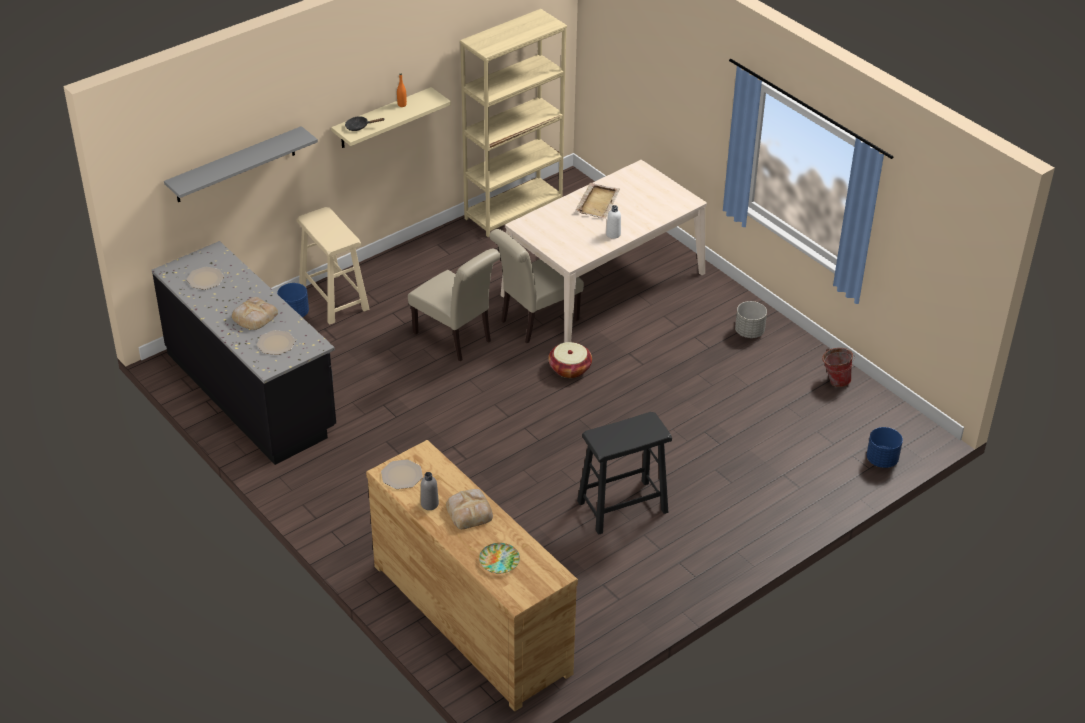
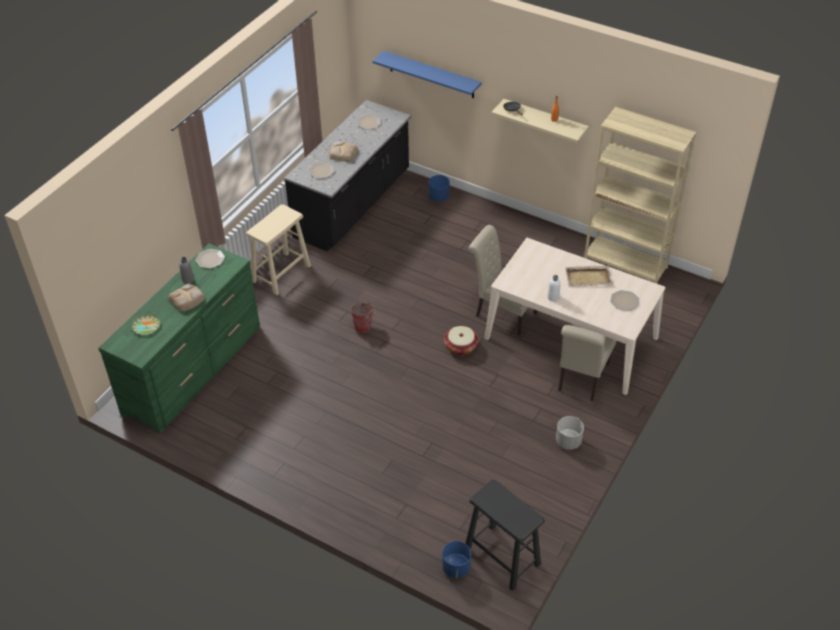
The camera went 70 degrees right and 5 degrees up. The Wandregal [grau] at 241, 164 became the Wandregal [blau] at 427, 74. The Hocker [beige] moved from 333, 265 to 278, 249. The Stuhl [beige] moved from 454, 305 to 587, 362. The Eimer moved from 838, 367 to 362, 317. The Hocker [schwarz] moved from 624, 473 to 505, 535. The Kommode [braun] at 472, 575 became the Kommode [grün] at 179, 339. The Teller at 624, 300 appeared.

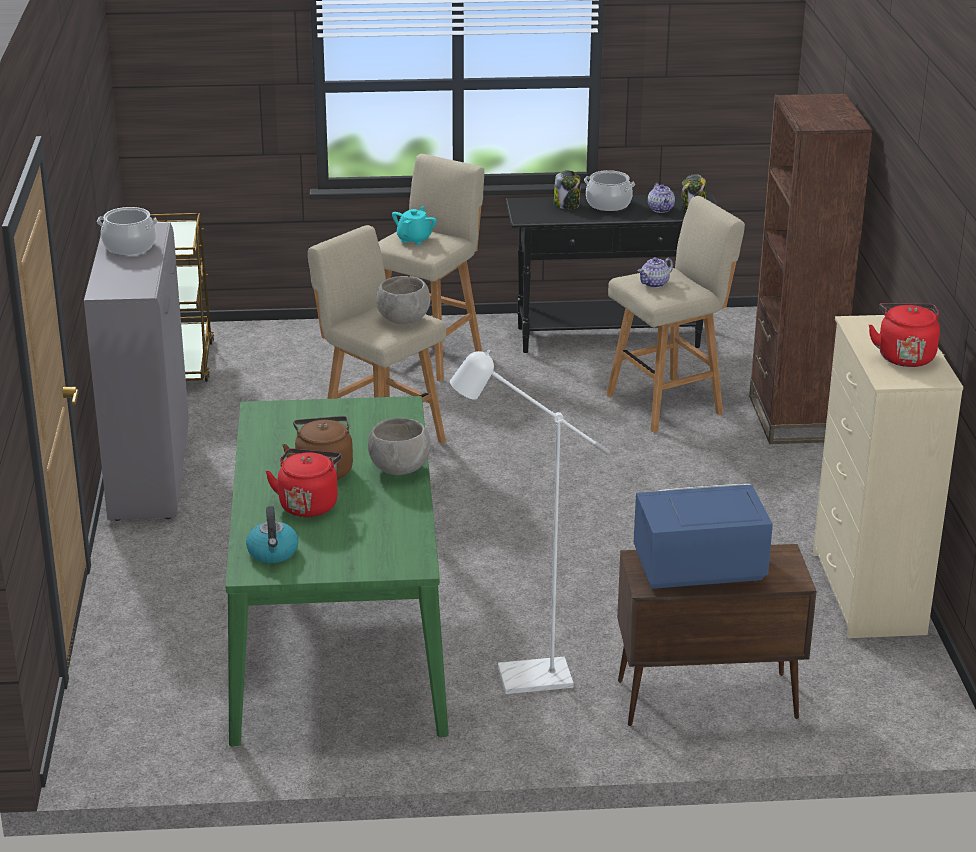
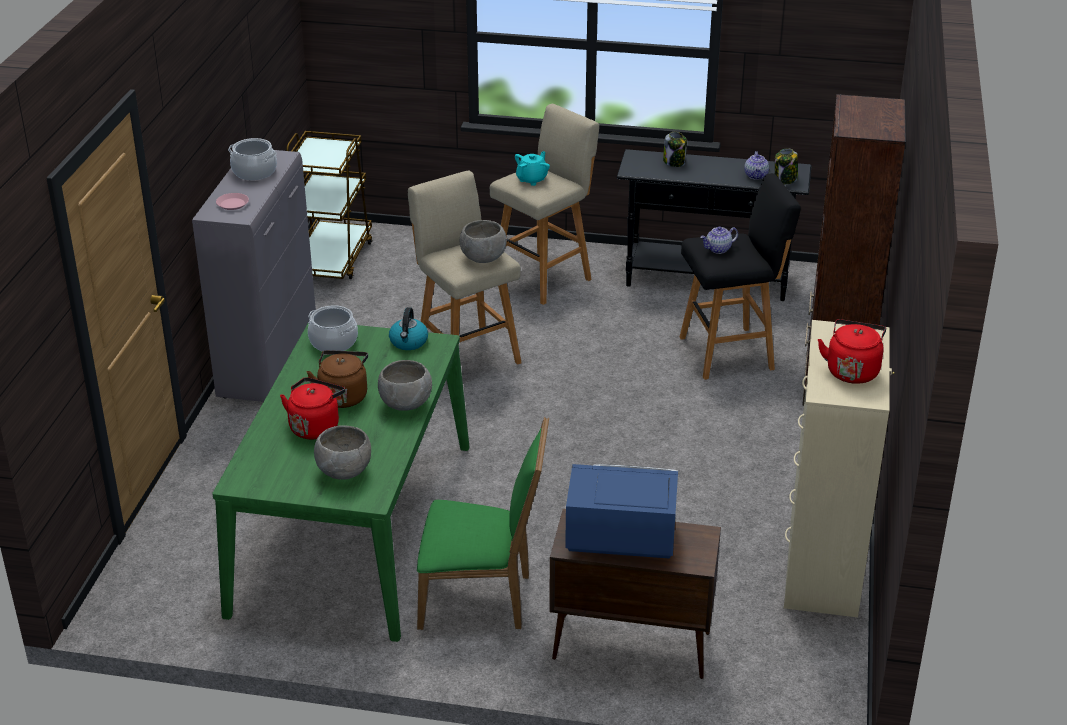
The camera went 15 degrees right and 5 degrees up. The Kochtopf moved from 609, 190 to 333, 328. The Hocker [beige] at 675, 314 became the Hocker [schwarz] at 740, 276. The Stehlampe [weiß] at 530, 521 was replaced by the Stuhl [grün] at 483, 523. The Wasserkessel moved from 272, 534 to 408, 328. The Teller [rosa] at 232, 201 appeared. The Schüssel [grau] at 342, 452 appeared.

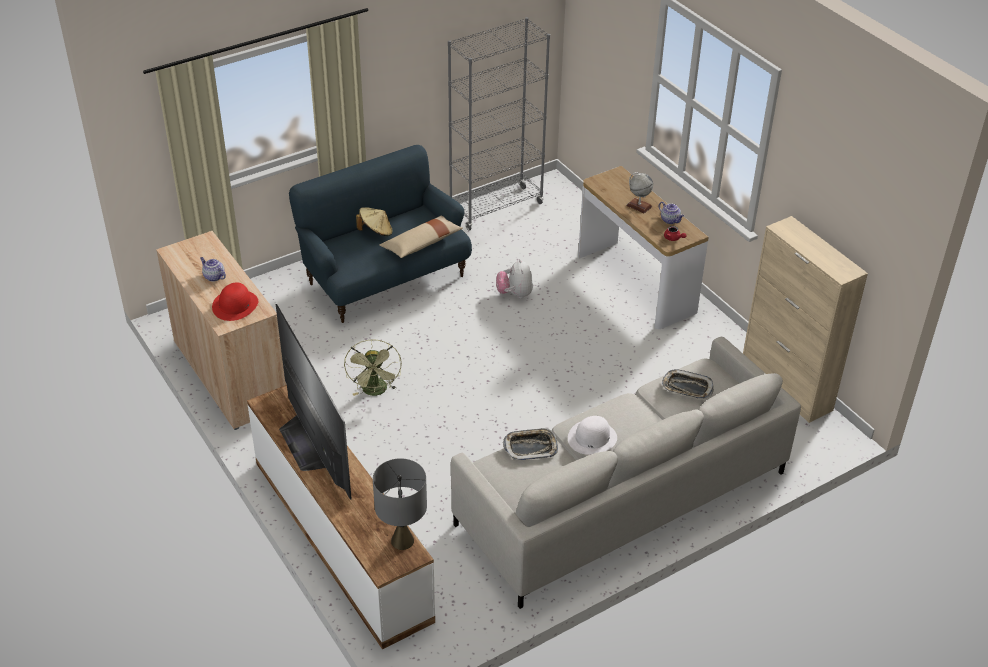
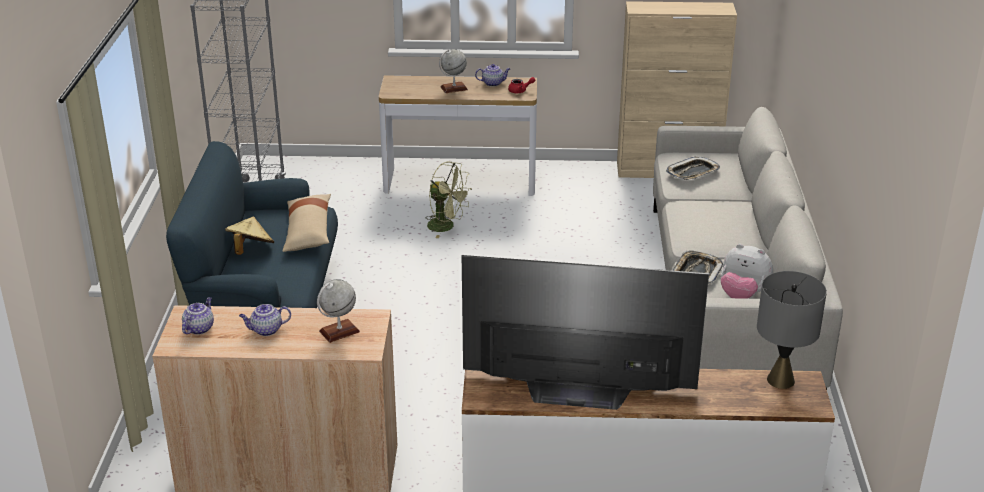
The camera went 55 degrees left and 10 degrees down. The Plüschtier moved from 514, 278 to 747, 271. The Hut [rot] at 235, 301 was replaced by the Globus at 338, 311. The Ventilator [grün] moved from 373, 367 to 449, 199. The Hut [weiß] at 592, 435 disappeared. The Teekanne at 198, 316 appeared.

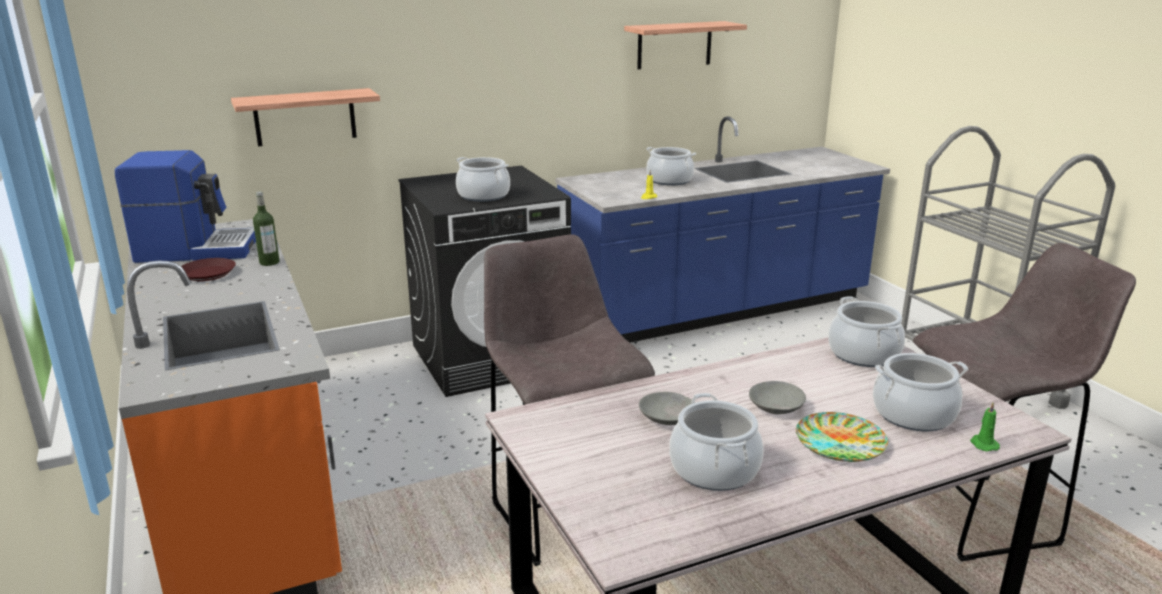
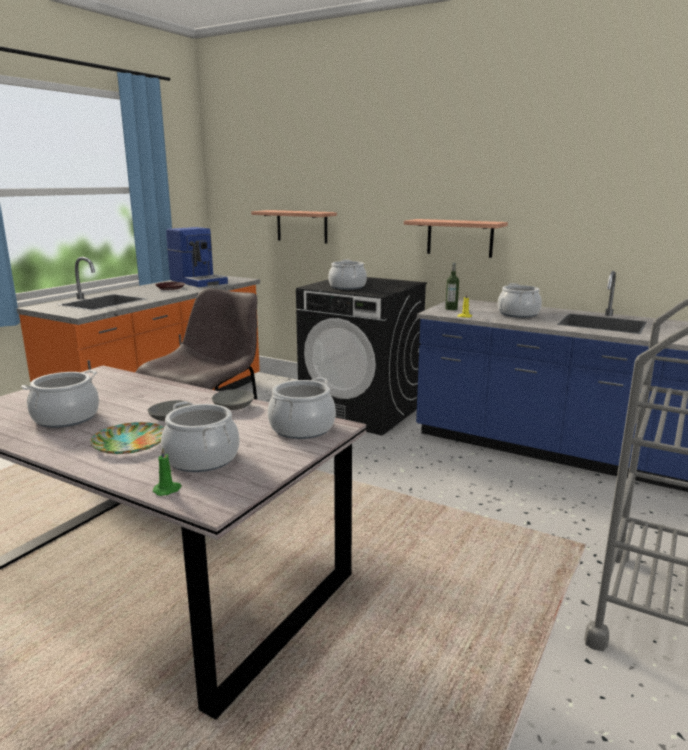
The camera went 55 degrees right and 5 degrees down. The Wandregal moved from 685, 45 to 456, 238. The Flasche moved from 266, 228 to 452, 286. The Hocker [grau] at 1024, 402 disappeared. The Schüssel [grau] moved from 665, 408 to 233, 399.

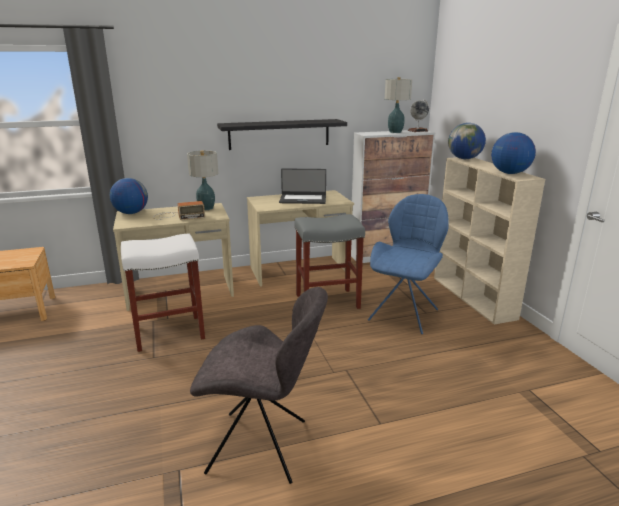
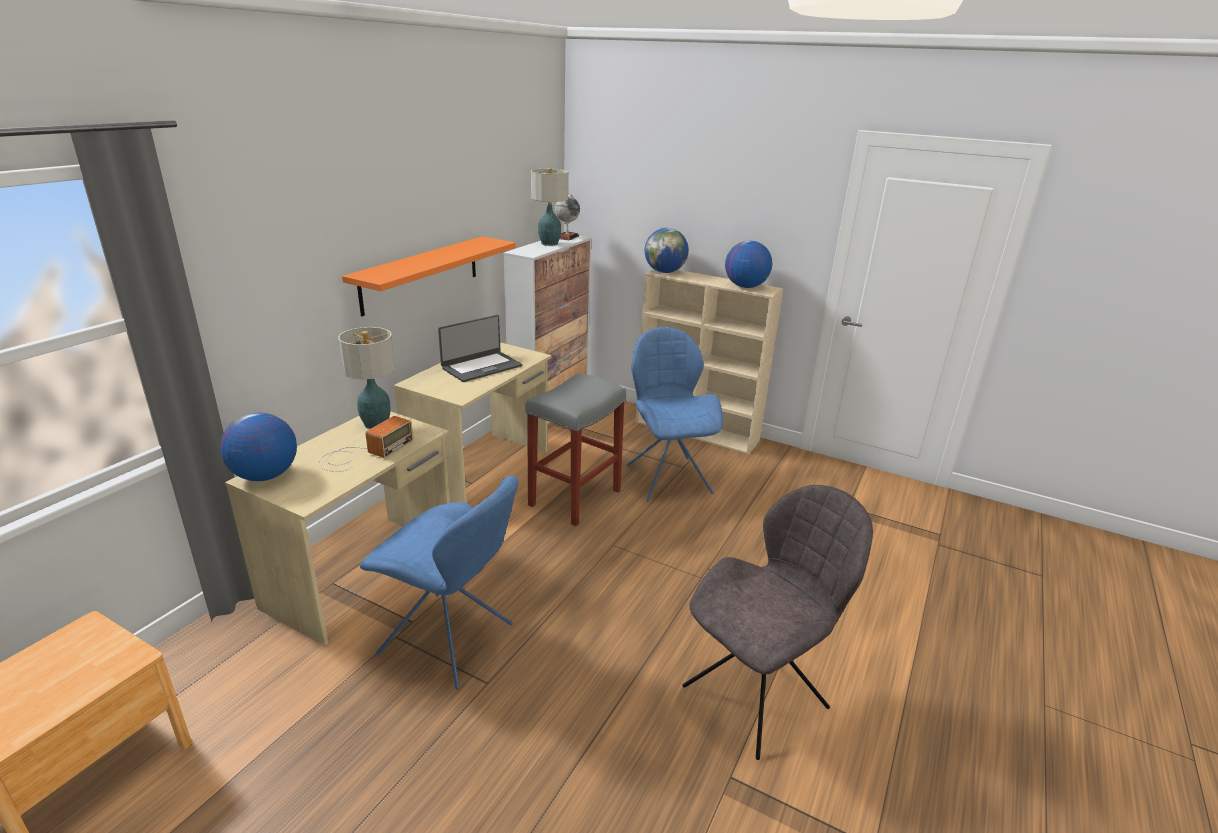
The camera went 45 degrees left and 5 degrees up. The Wandregal [schwarz] at 282, 134 became the Wandregal [orange] at 429, 276. The Hocker [weiß] at 163, 293 was replaced by the Stuhl [blau] at 439, 582.

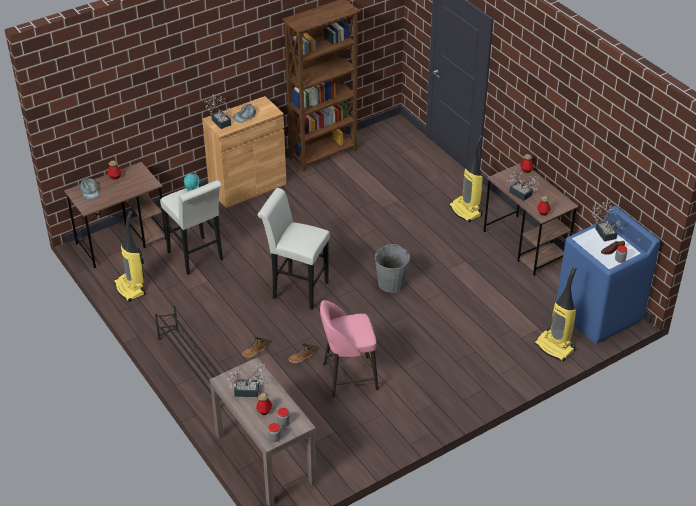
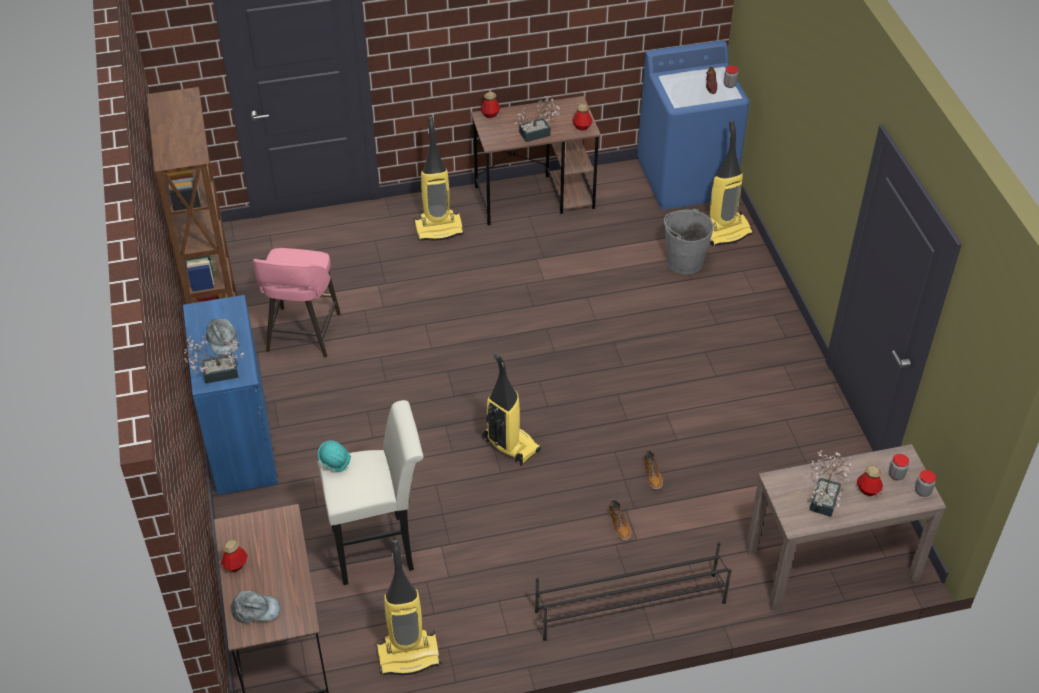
The camera went 70 degrees left and 5 degrees up. The Schrank [braun] at 244, 152 became the Schrank [blau] at 230, 395. The Hocker [weiß] at 293, 249 was replaced by the Staubsauger at 511, 409. The Topfpflanze at 607, 222 disappeared. The Eimer [grau] moved from 392, 268 to 688, 242. The Hocker [rosa] moved from 349, 348 to 297, 302.

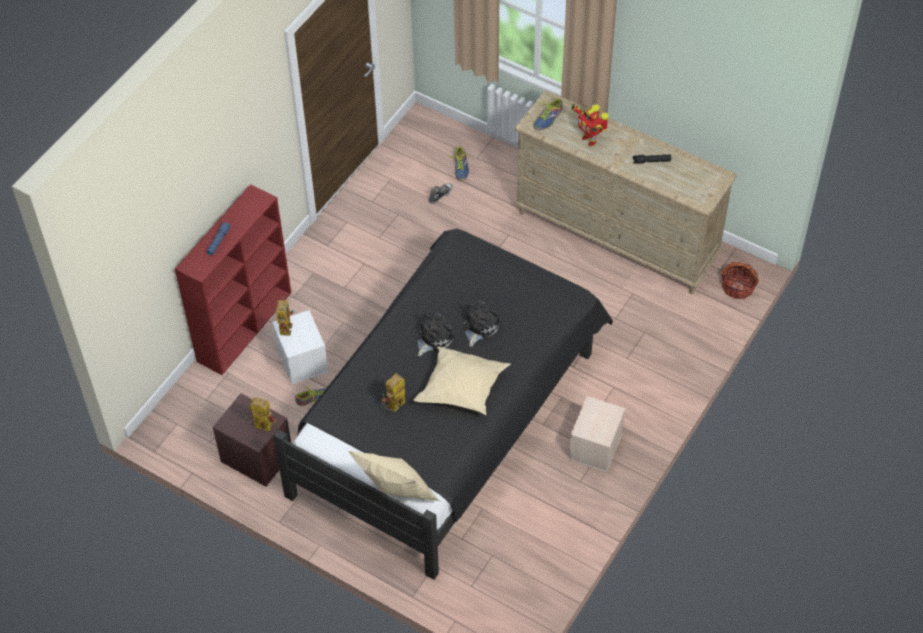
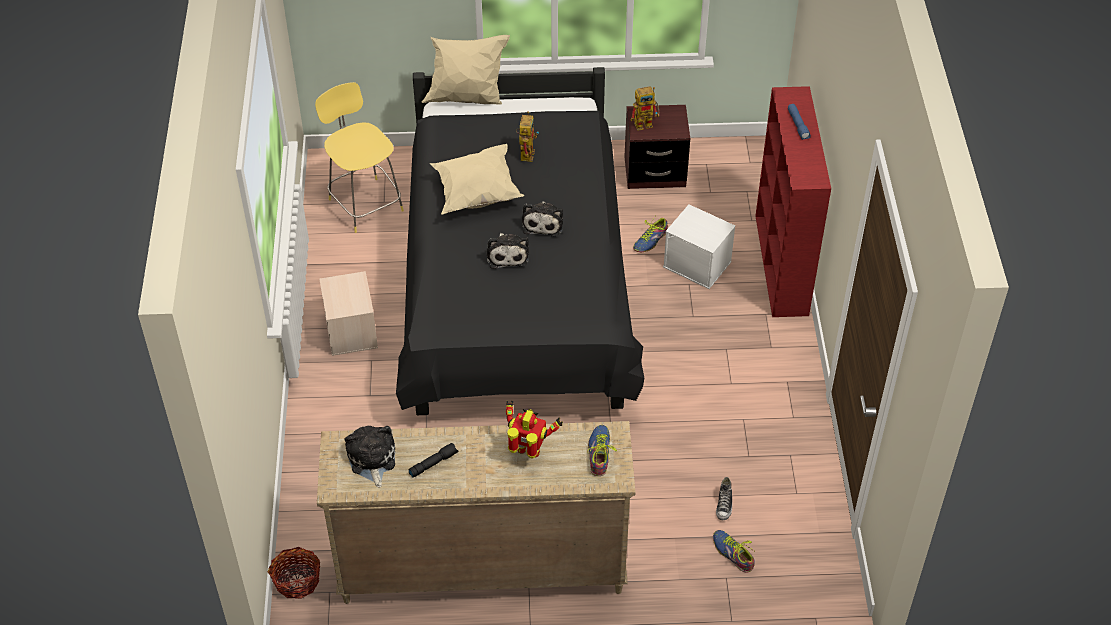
The camera went 145 degrees right and 5 degrees down. The Spielzeugroboter at 284, 316 disappeared. The Hocker [gelb] at 359, 157 appeared. The Plüschtier at 369, 457 appeared.

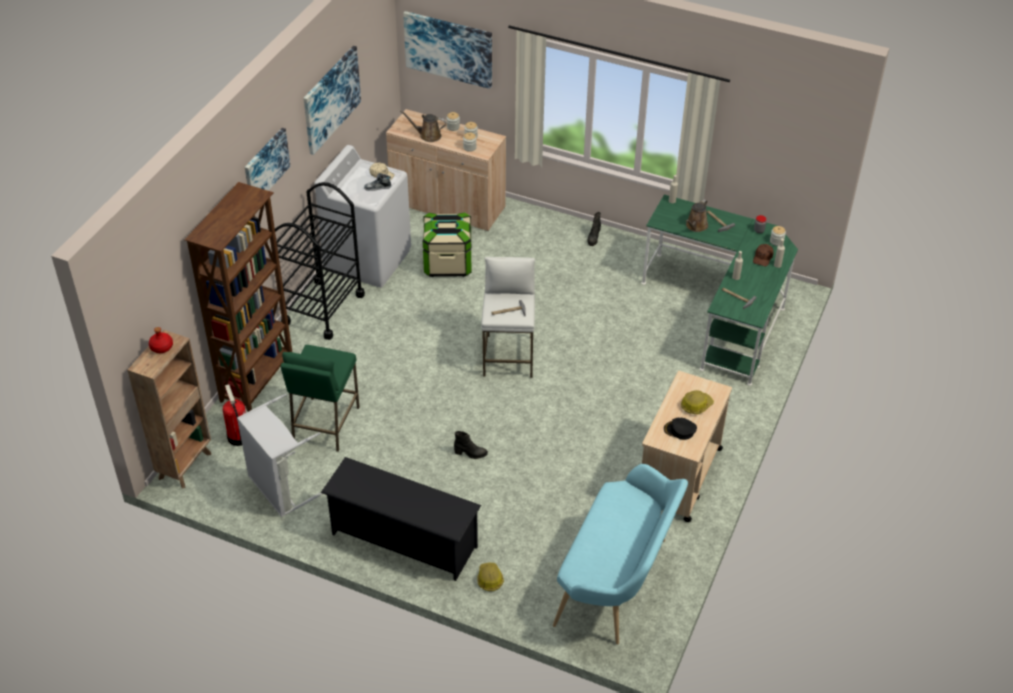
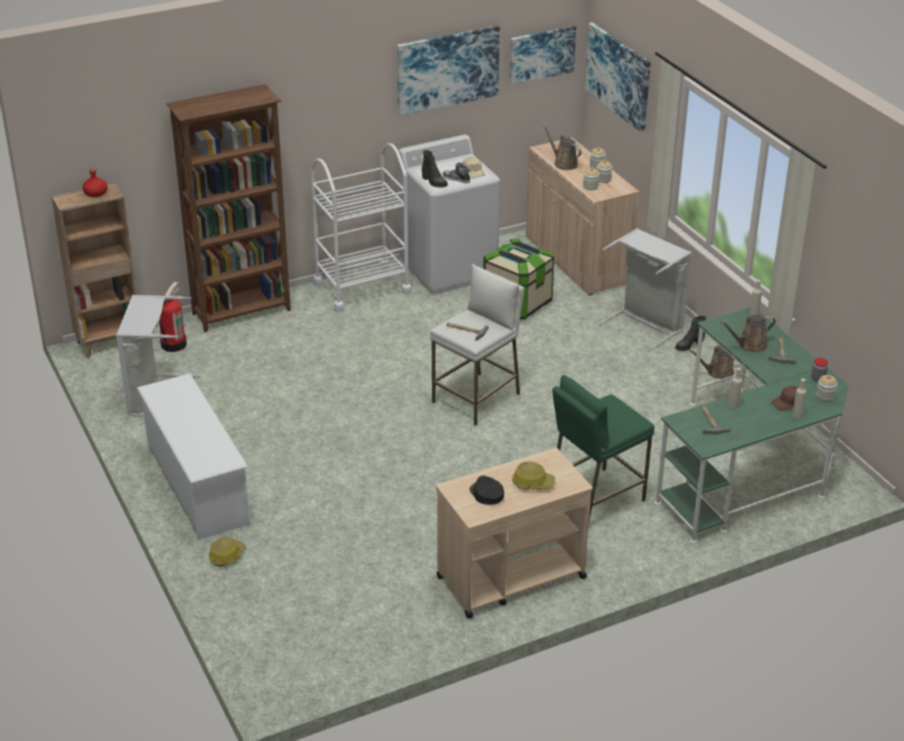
The camera went 40 degrees right and 10 degrees down. The Bild moved from 267, 159 to 542, 55. The Rollwagen [schwarz] at 320, 261 became the Rollwagen [weiß] at 361, 227. The Hocker [grün] moved from 320, 398 to 603, 448. The Stiefel [schwarz] moved from 471, 445 to 435, 168. The Schuhregal [schwarz] at 401, 519 became the Schuhregal [weiß] at 193, 457. The Bank [türkis] at 620, 554 disappeared. The Wäschekorb [grau] at 644, 289 appeared. The Gießkanne [braun] at 712, 362 appeared.

